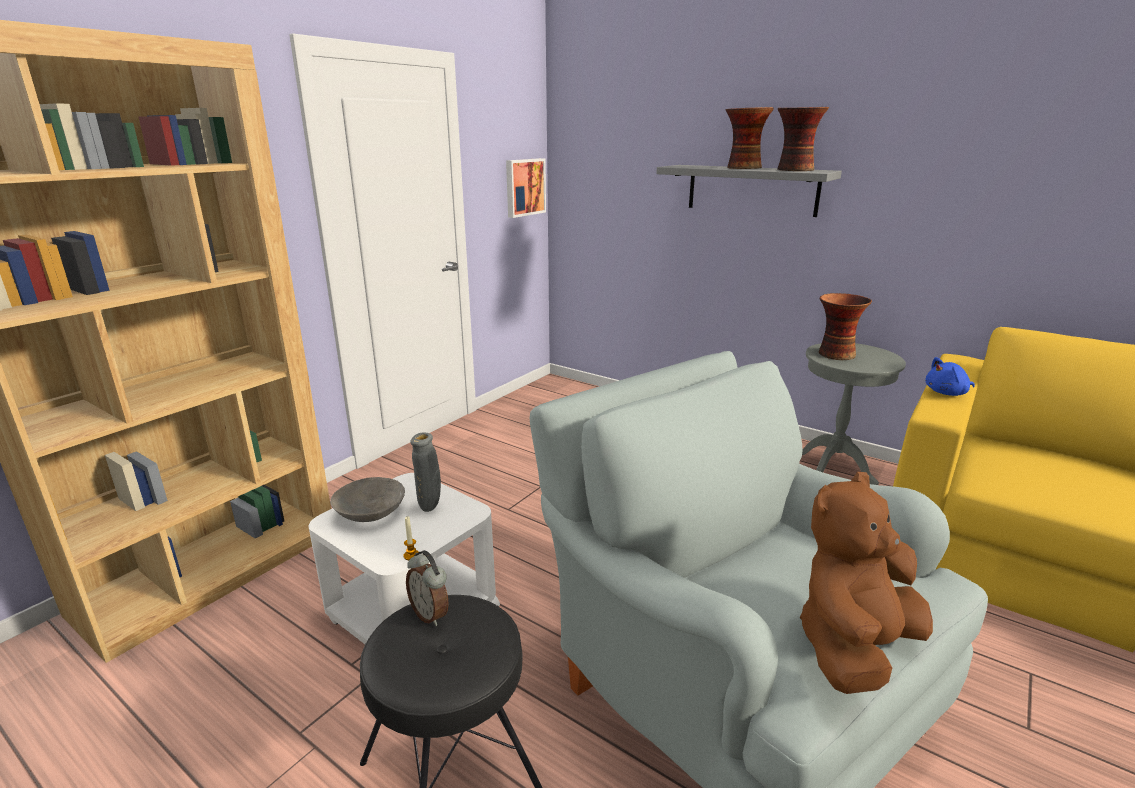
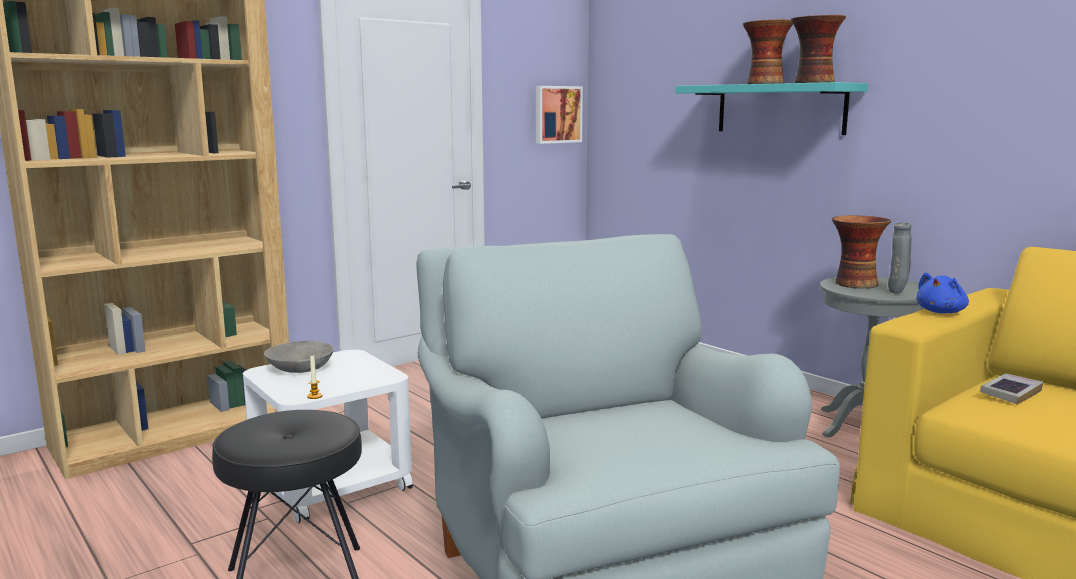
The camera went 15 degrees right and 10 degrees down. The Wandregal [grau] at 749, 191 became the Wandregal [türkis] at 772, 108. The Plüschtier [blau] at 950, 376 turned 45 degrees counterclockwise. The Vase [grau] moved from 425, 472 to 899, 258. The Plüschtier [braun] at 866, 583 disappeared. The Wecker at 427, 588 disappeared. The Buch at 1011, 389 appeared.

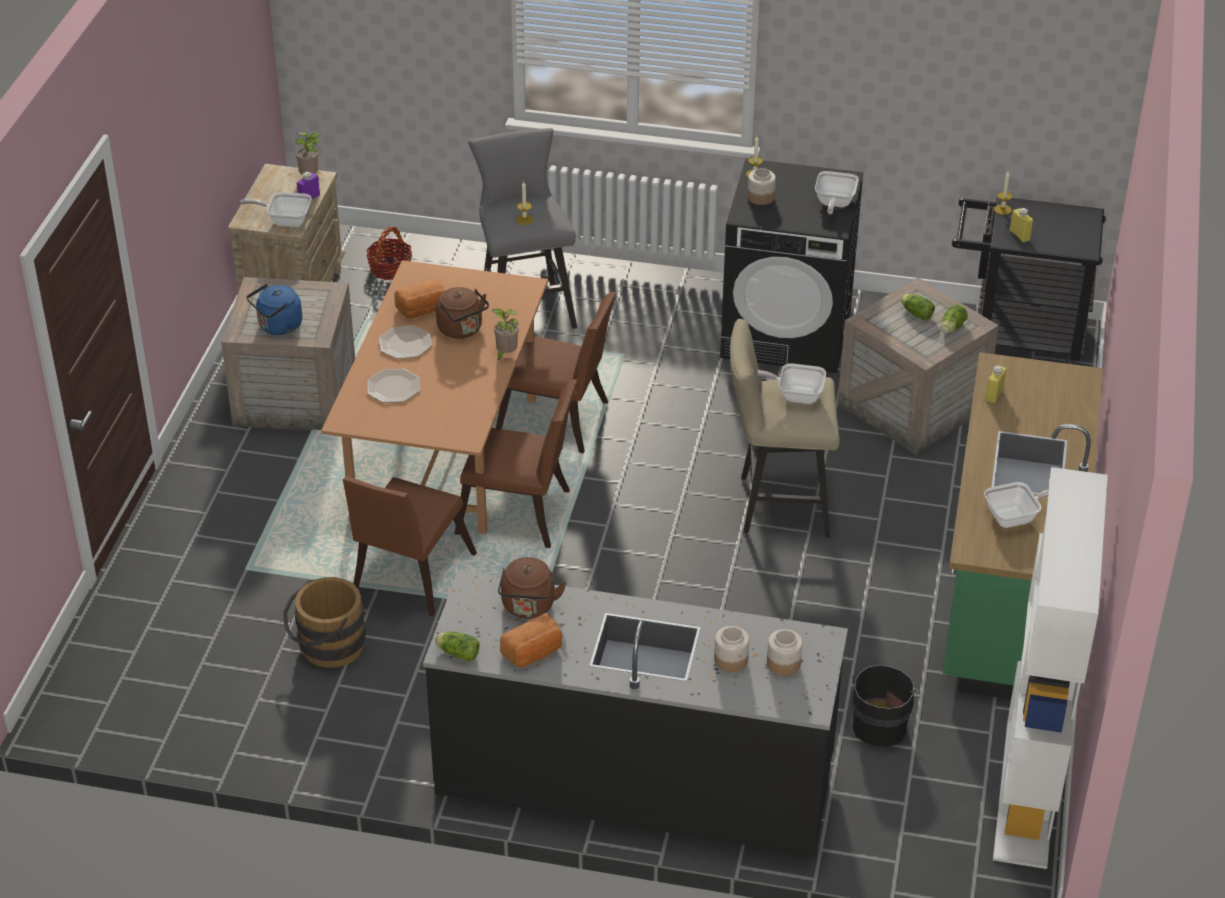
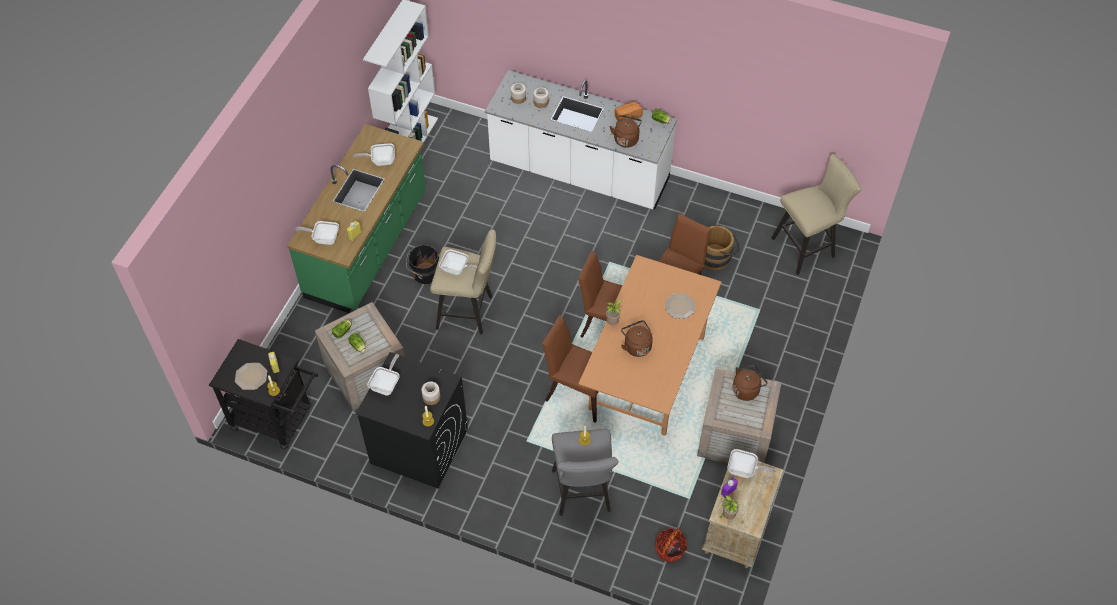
The camera went 170 degrees left and 15 degrees up. The Brot at 419, 298 disappeared. The Wasserkessel [blau] at 274, 309 became the Wasserkessel [braun] at 749, 382. The Teller moved from 405, 342 to 251, 376. The Küchenzeile [schwarz] at 635, 713 became the Küchenzeile [weiß] at 581, 140. The Eimer [schwarz] moved from 885, 706 to 422, 264. The Hocker [beige] at 816, 214 appeared. The Pfanne at 317, 233 appeared.

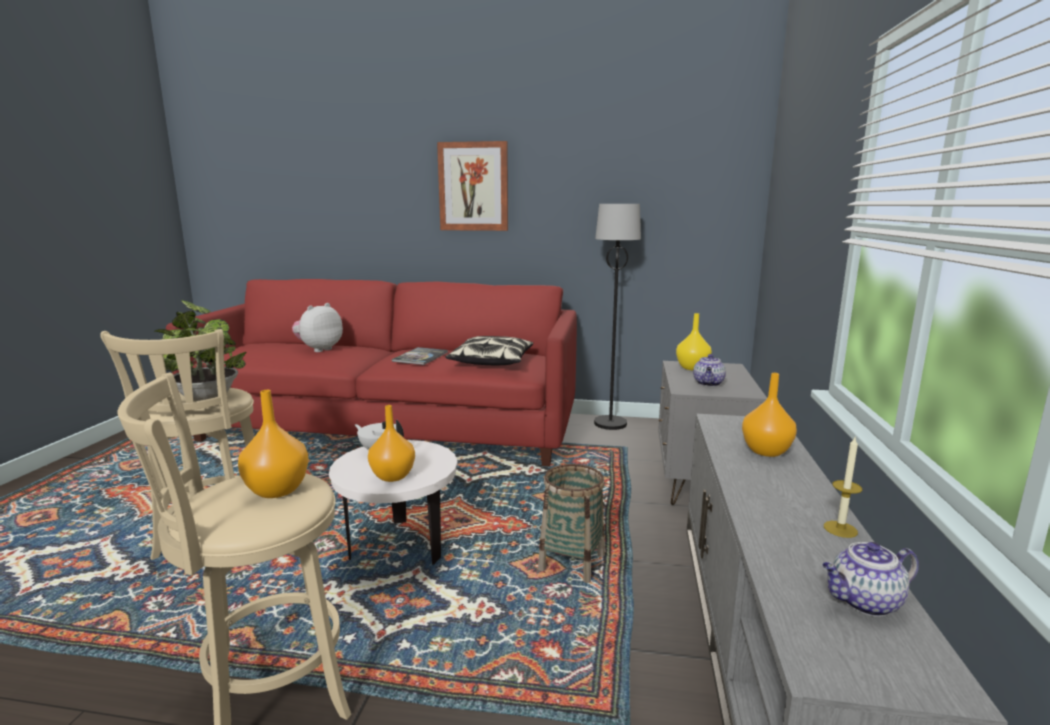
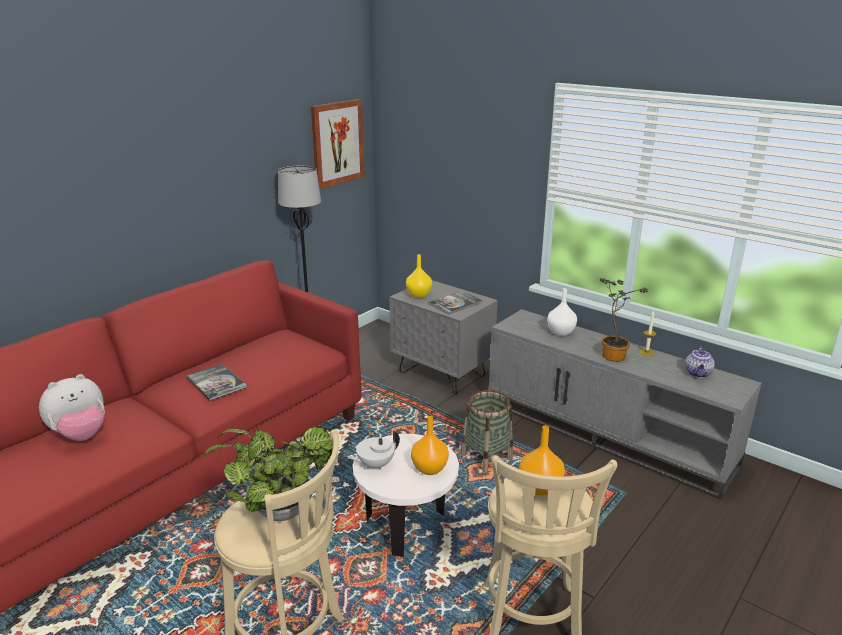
The camera went 60 degrees left and 10 degrees up. The Bild moved from 472, 186 to 338, 144. The Plüschtier at 317, 327 turned 105 degrees counterclockwise. The Kissen at 489, 350 disappeared. The Teekanne at 709, 370 was replaced by the Buch at 455, 302. The Vase [orange] at 769, 415 became the Vase [weiß] at 562, 312. The Topfpflanze at 624, 320 appeared.

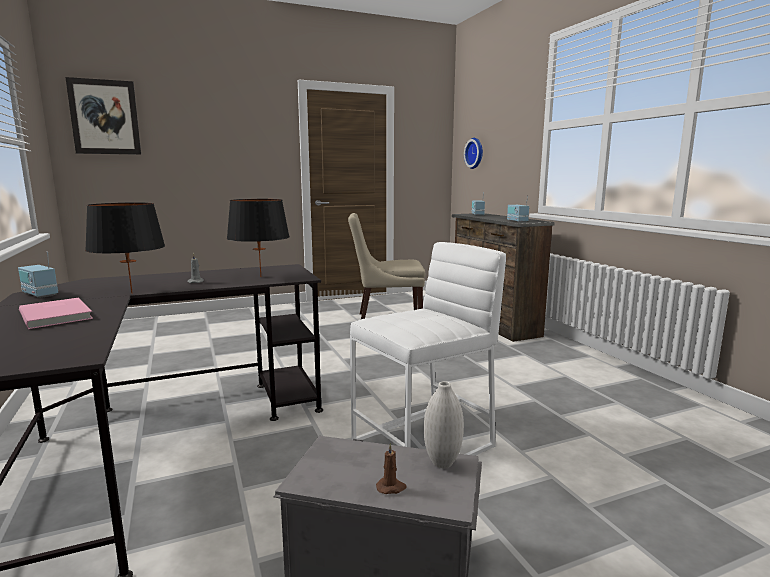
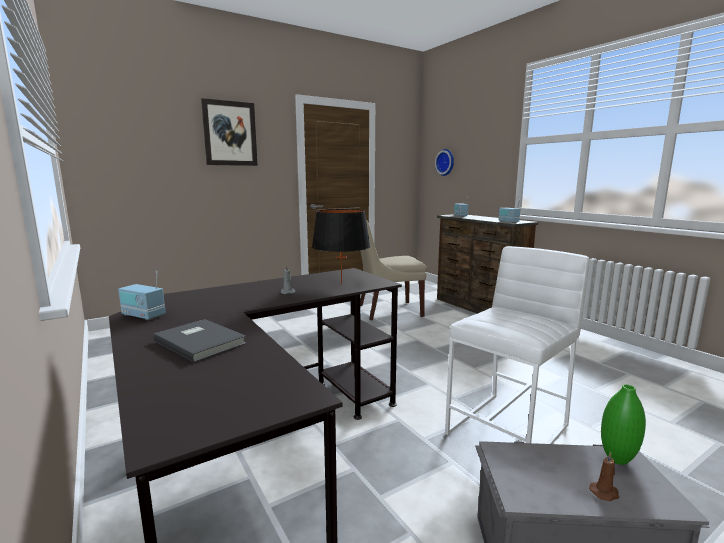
The camera went 10 degrees left and 0 degrees up. The Bild moved from 103, 116 to 229, 132. The Tischlampe [schwarz] at 125, 248 disappeared. The Buch [rosa] at 56, 313 became the Buch [grau] at 200, 340. The Vase [weiß] at 444, 424 became the Vase [grün] at 623, 424.

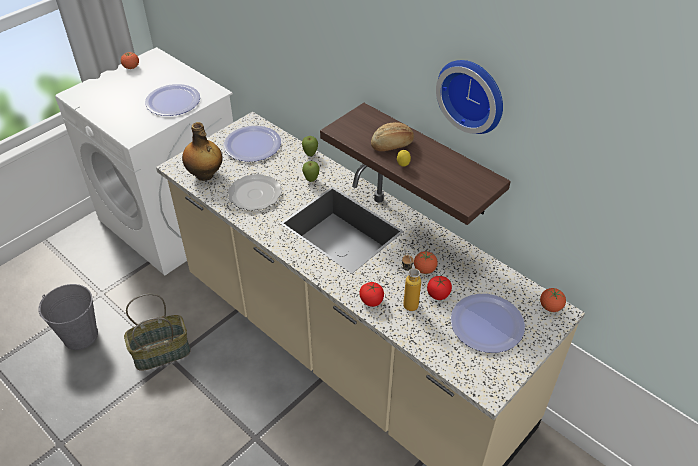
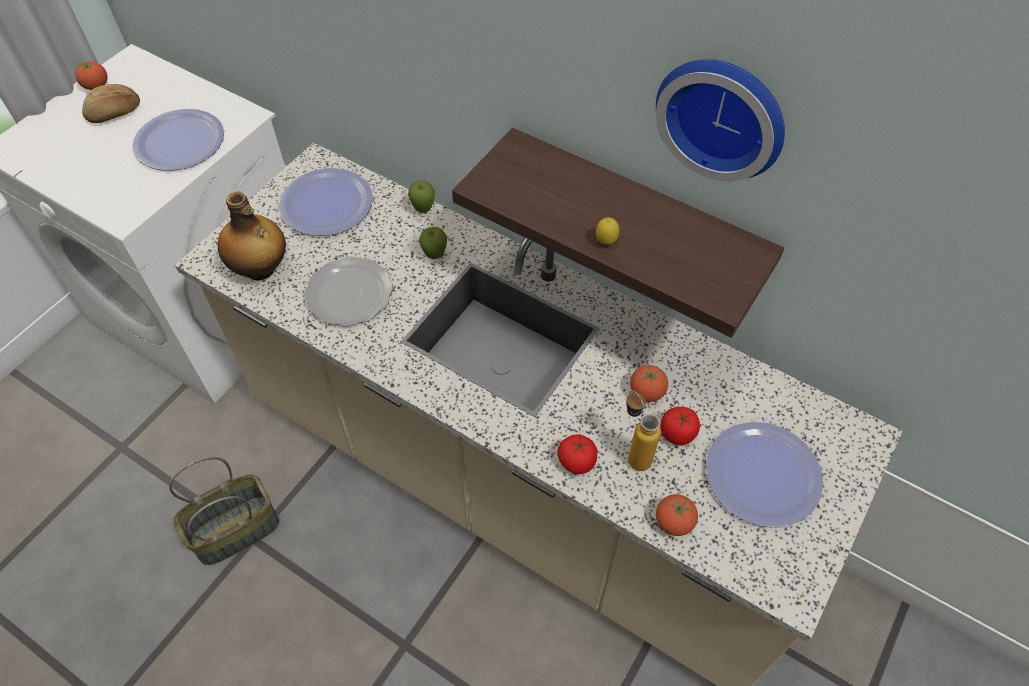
The camera went 10 degrees left and 10 degrees up. The Brot moved from 392, 136 to 111, 103. The Eimer [grau] at 68, 317 disappeared. The Tomate moved from 553, 300 to 677, 515.

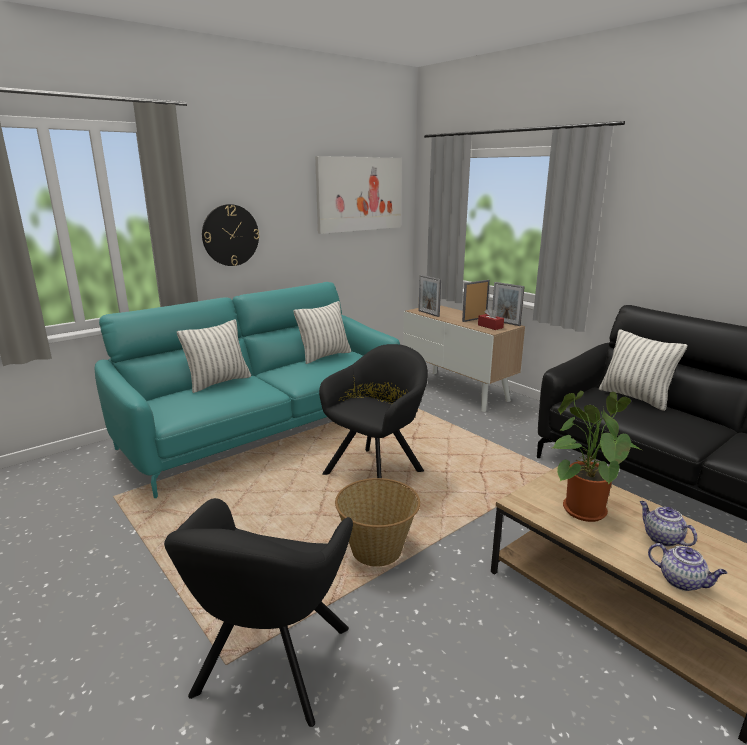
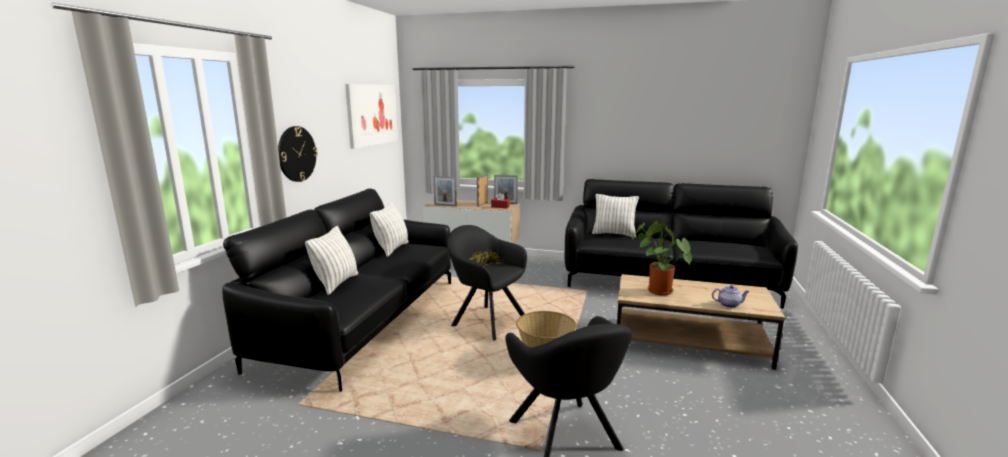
The camera went 35 degrees left and 5 degrees down. The Sofa [türkis] at 247, 390 became the Sofa [schwarz] at 336, 290. The Sessel [schwarz] at 373, 411 turned 60 degrees counterclockwise. The Teekanne at 668, 524 disappeared.

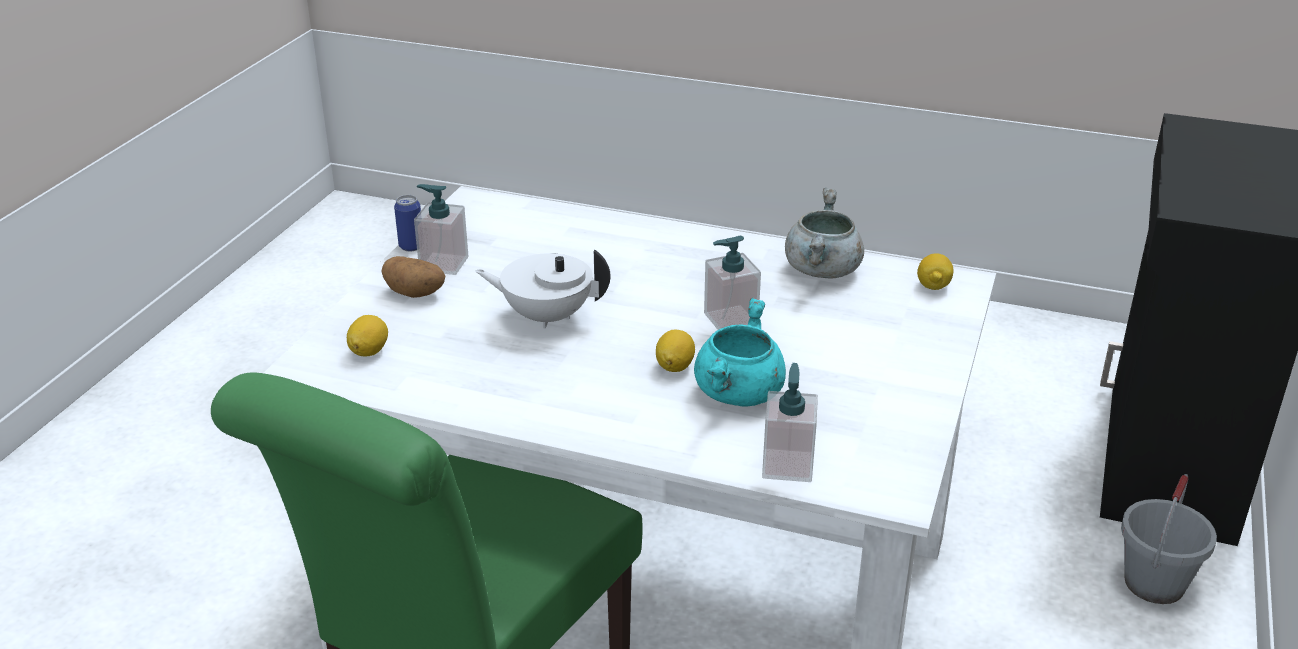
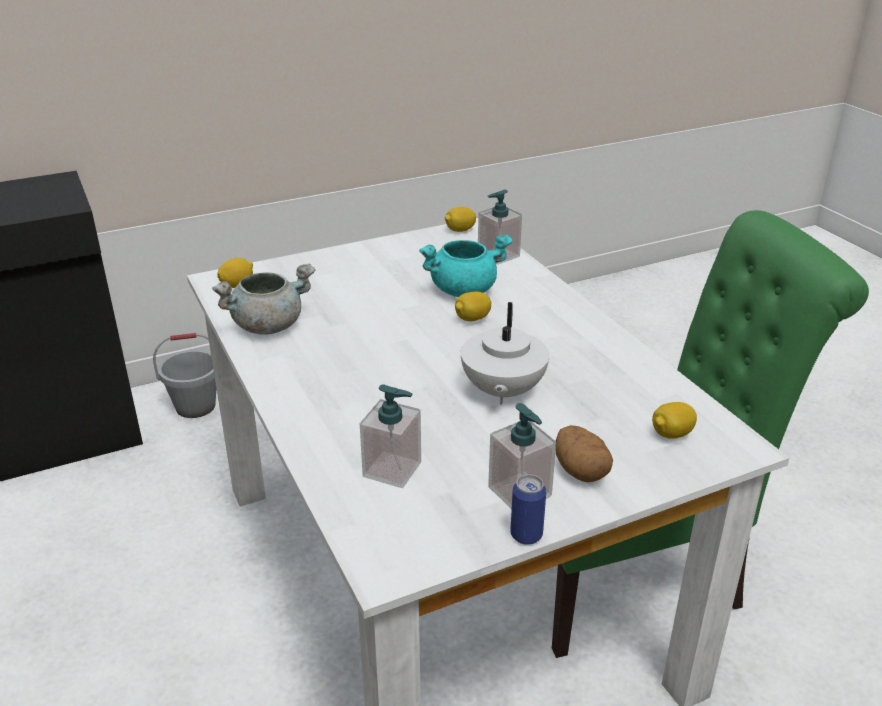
The camera went 135 degrees left and 0 degrees up. The Seifenspender moved from 732, 283 to 390, 436. The Teekanne [weiß] at 543, 289 turned 45 degrees clockwise. The Zitrone at 460, 219 appeared.

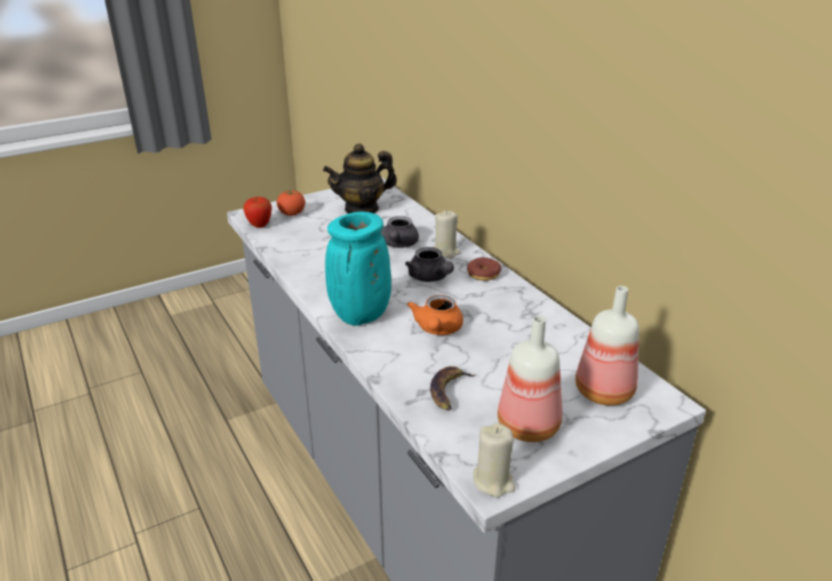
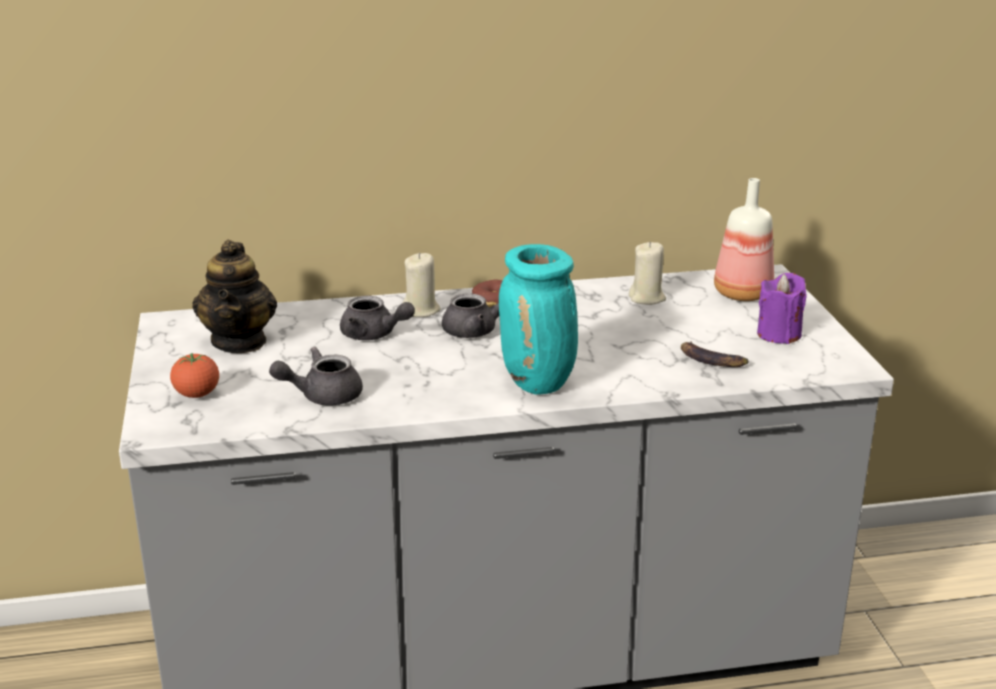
The camera went 70 degrees left and 5 degrees down. The Apfel at 257, 212 disappeared. The Teekanne [orange] at 435, 315 disappeared. The Flasche at 530, 379 was replaced by the Kerze [lila] at 782, 308. The Kerze [beige] moved from 494, 460 to 647, 273. The Teekanne [grau] at 316, 376 appeared.

